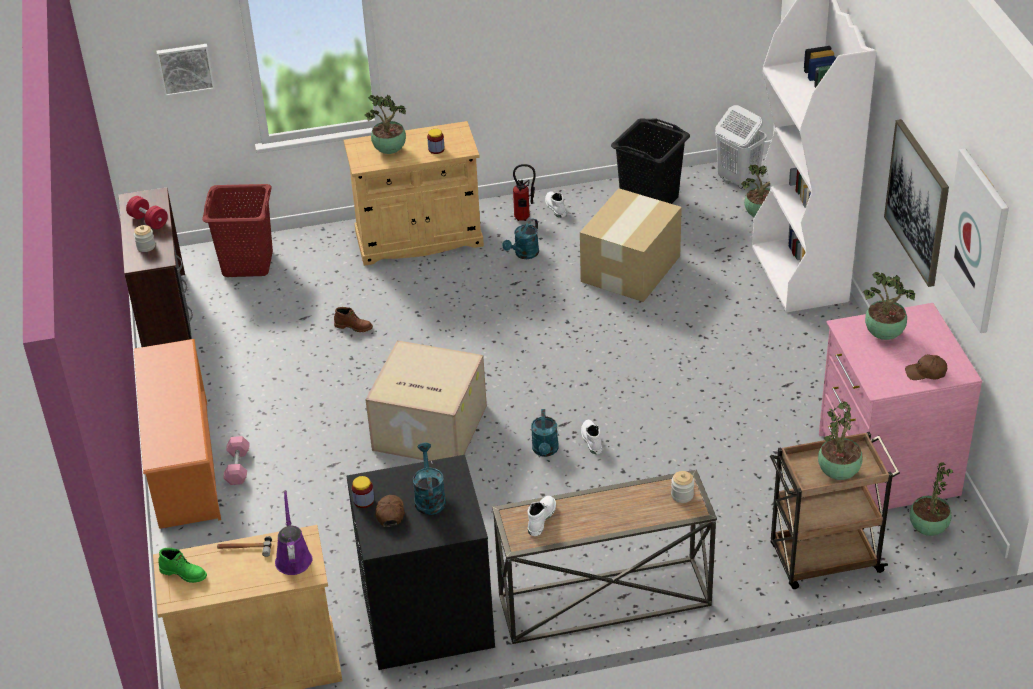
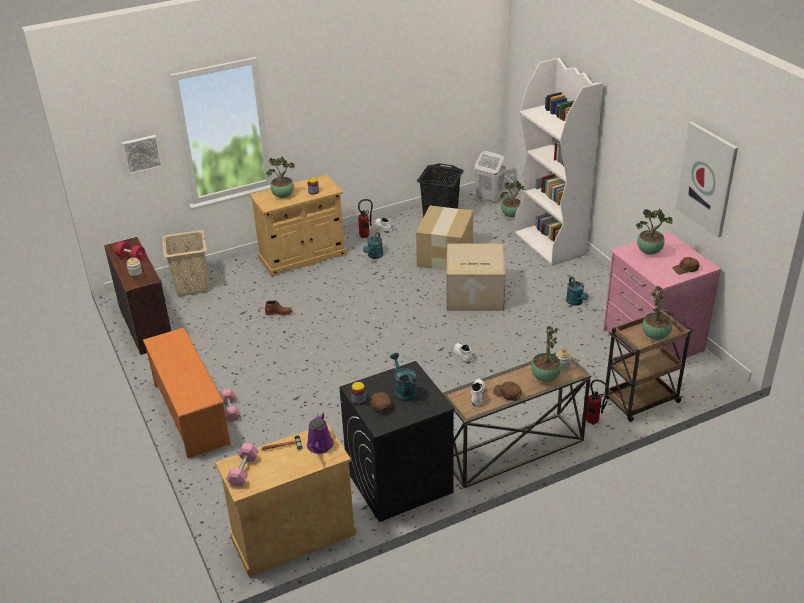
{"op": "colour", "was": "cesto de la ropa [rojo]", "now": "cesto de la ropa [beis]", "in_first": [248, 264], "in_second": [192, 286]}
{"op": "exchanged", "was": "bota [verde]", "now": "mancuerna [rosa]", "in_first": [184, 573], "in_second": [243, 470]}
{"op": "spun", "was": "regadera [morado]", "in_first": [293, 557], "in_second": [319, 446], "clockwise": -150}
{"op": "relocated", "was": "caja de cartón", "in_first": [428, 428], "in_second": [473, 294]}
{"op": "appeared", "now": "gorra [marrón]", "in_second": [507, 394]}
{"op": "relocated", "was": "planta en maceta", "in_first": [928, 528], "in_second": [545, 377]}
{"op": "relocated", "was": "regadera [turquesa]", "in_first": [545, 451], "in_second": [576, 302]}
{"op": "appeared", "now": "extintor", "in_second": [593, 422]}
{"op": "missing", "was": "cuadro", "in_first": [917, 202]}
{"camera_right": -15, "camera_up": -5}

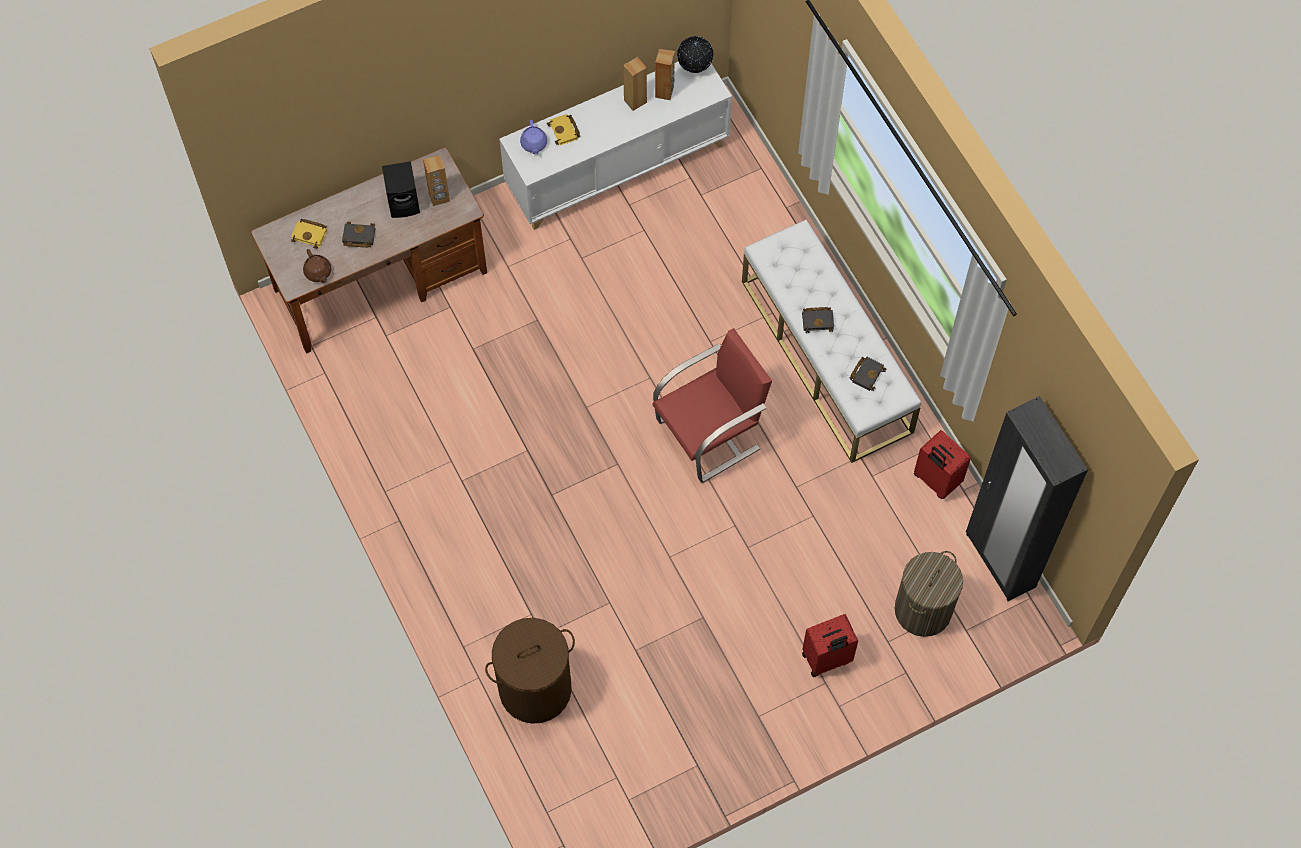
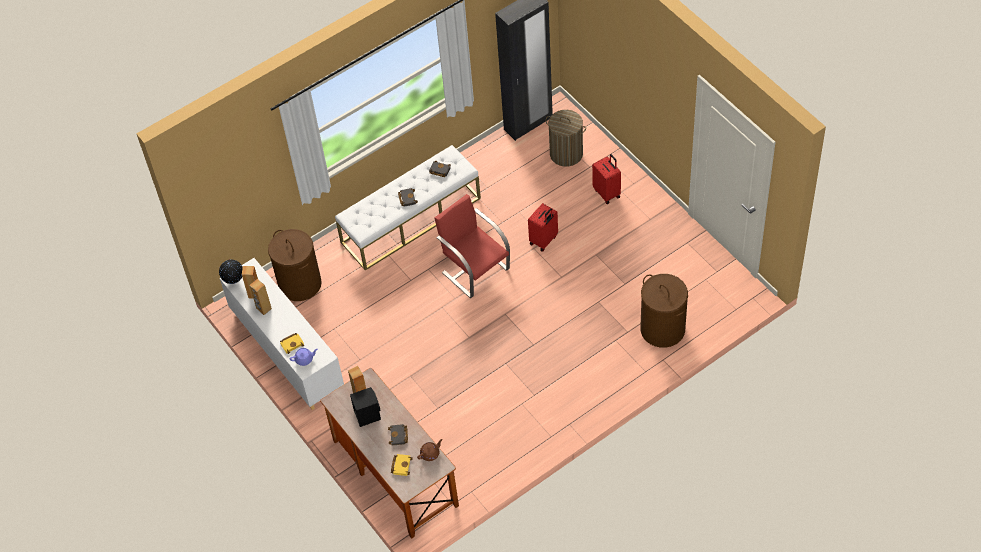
{"op": "appeared", "now": "cesto de la ropa [marrón]", "in_second": [299, 284]}
{"op": "relocated", "was": "maleta [rojo]", "in_first": [936, 480], "in_second": [544, 240]}
{"camera_right": -95, "camera_up": -10}

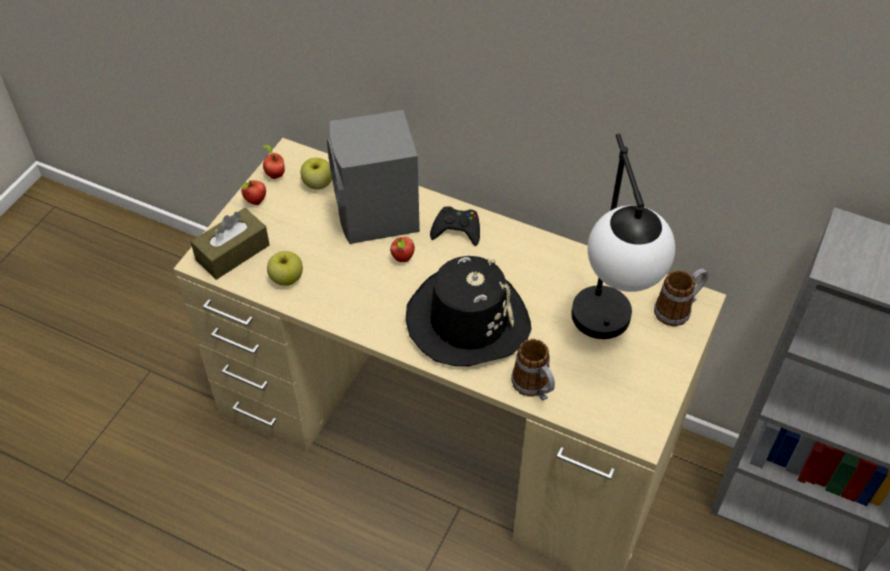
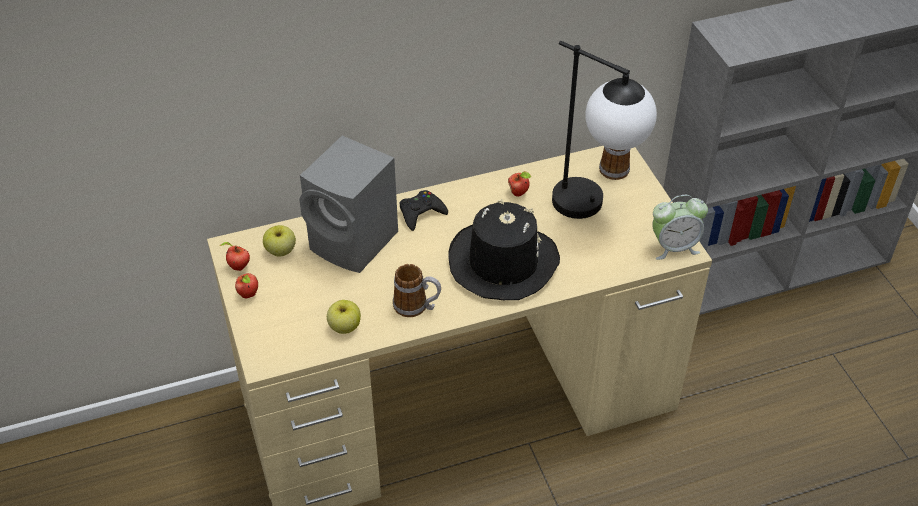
{"op": "relocated", "was": "taza grande", "in_first": [534, 387], "in_second": [417, 307]}
{"op": "relocated", "was": "manzana", "in_first": [403, 259], "in_second": [519, 193]}
{"op": "appeared", "now": "despertador", "in_second": [674, 247]}
{"op": "missing", "was": "caja de pañuelos [marrón]", "in_first": [232, 252]}
{"camera_right": -45, "camera_up": -5}

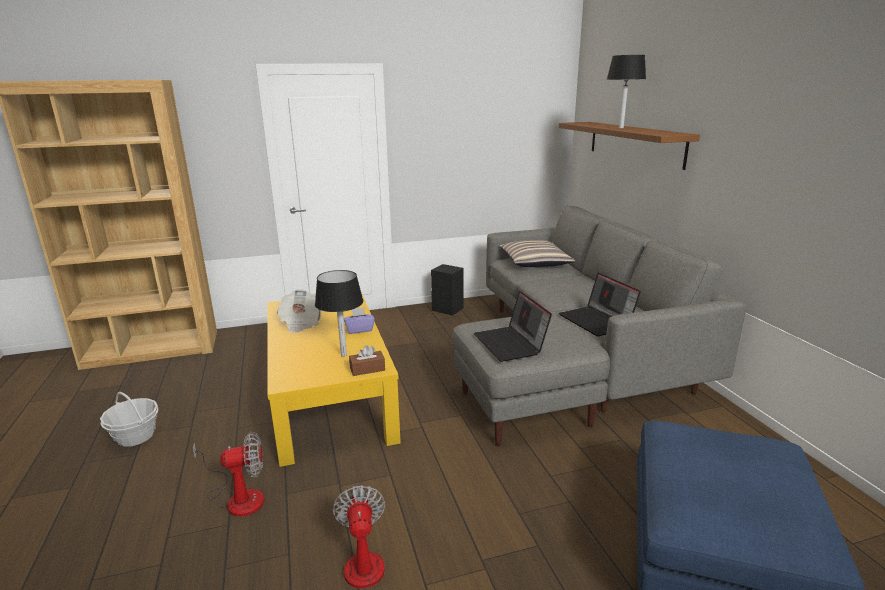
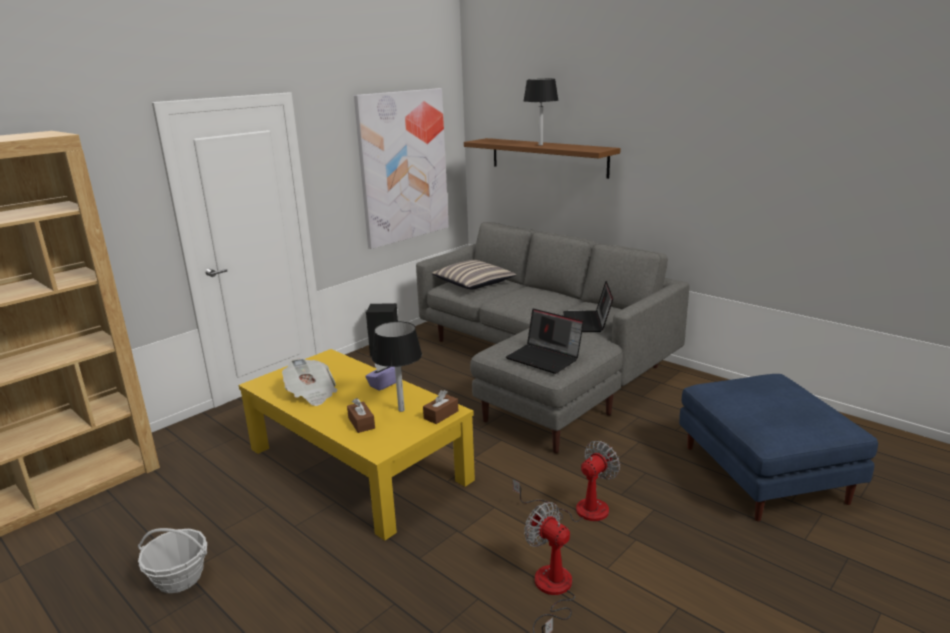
{"op": "appeared", "now": "caja de pañuelos [marrón]", "in_second": [361, 423]}
{"op": "appeared", "now": "cuadro", "in_second": [403, 167]}
{"op": "relocated", "was": "ventilador", "in_first": [238, 497], "in_second": [579, 509]}
{"op": "spun", "was": "portátil", "in_first": [597, 321], "in_second": [587, 322], "clockwise": 60}
{"camera_right": -30, "camera_up": 0}

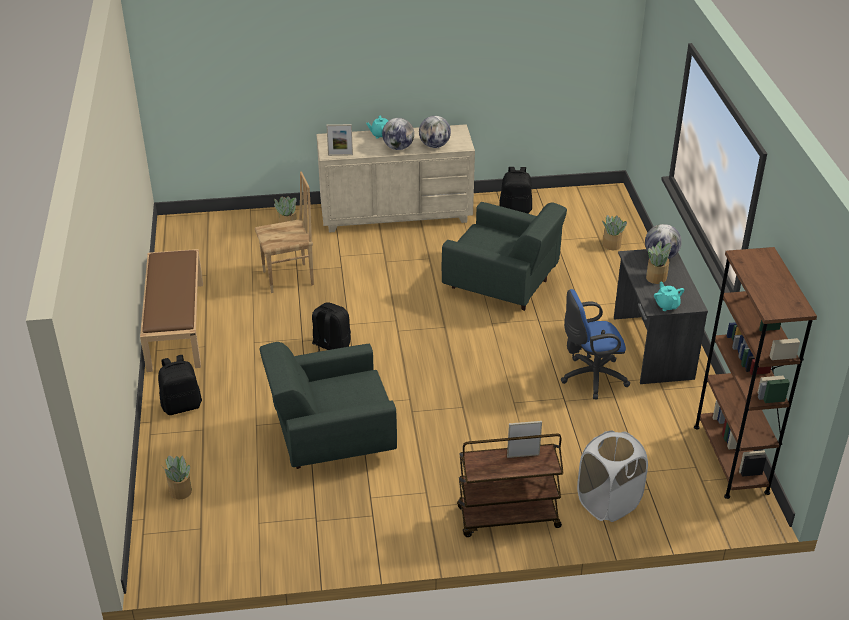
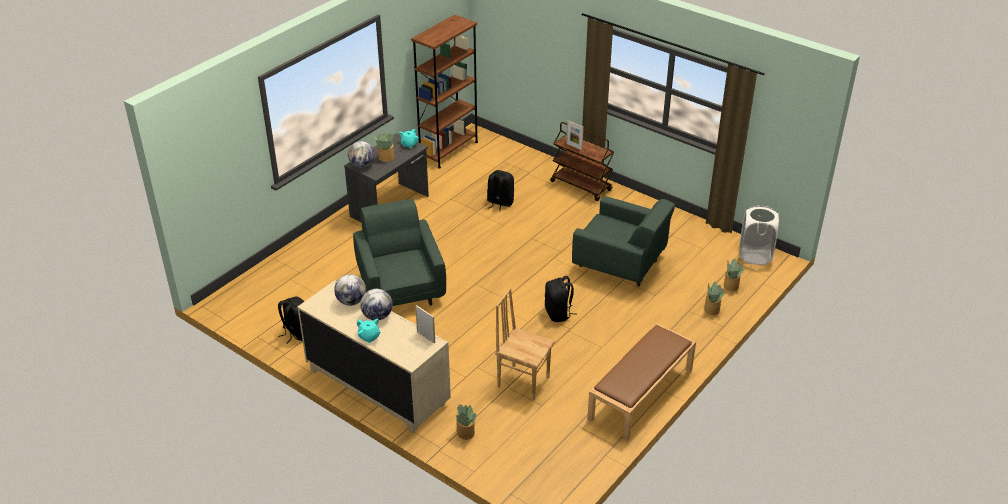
{"op": "relocated", "was": "mochila [negro]", "in_first": [182, 405], "in_second": [499, 202]}
{"op": "relocated", "was": "planta en maceta", "in_first": [611, 245], "in_second": [712, 309]}
{"op": "relocated", "was": "cesto de la ropa [blanco]", "in_first": [608, 503], "in_second": [755, 255]}
{"op": "missing", "was": "silla de oficina [azul]", "in_first": [590, 378]}
{"camera_right": -135, "camera_up": 0}

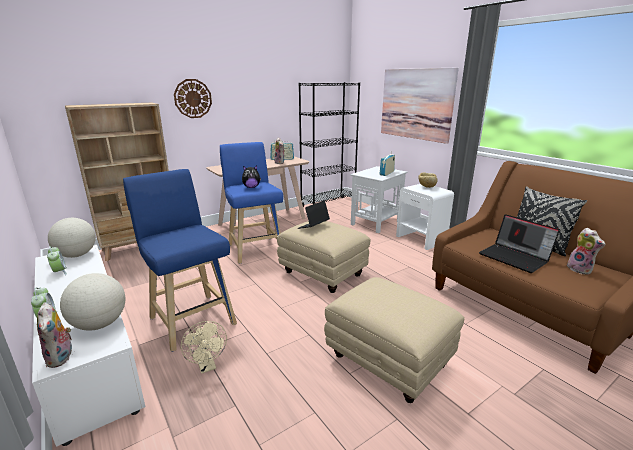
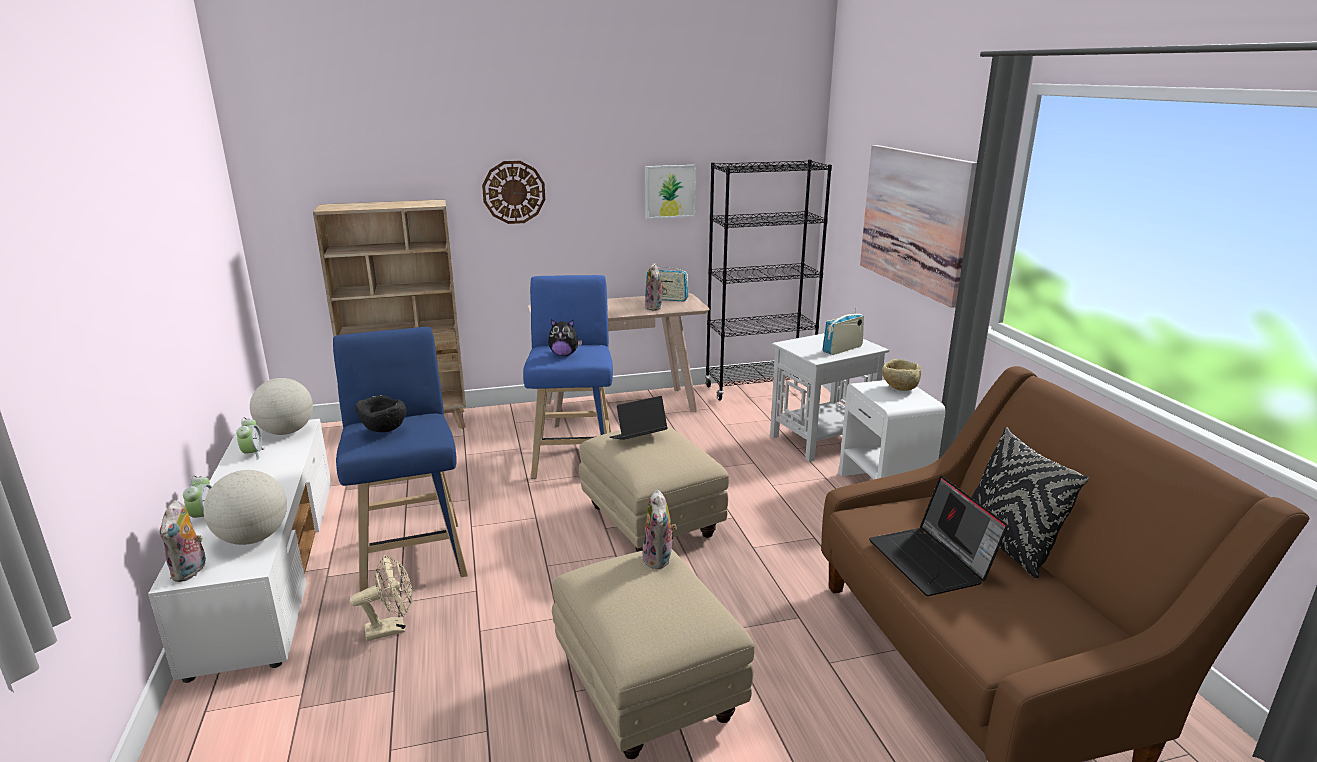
{"op": "spun", "was": "ventilador [beis]", "in_first": [207, 366], "in_second": [392, 628], "clockwise": -105}
{"op": "appeared", "now": "cuenco [negro]", "in_second": [383, 431]}
{"op": "relocated", "was": "peluche", "in_first": [580, 269], "in_second": [659, 560]}
{"op": "appeared", "now": "cuadro", "in_second": [670, 191]}
{"camera_right": 20, "camera_up": 0}

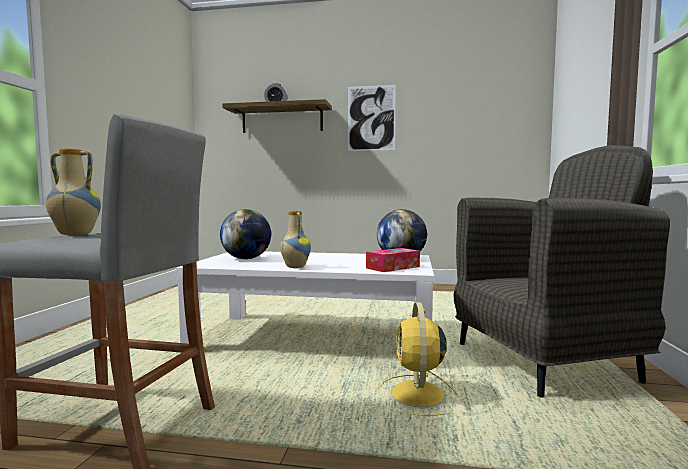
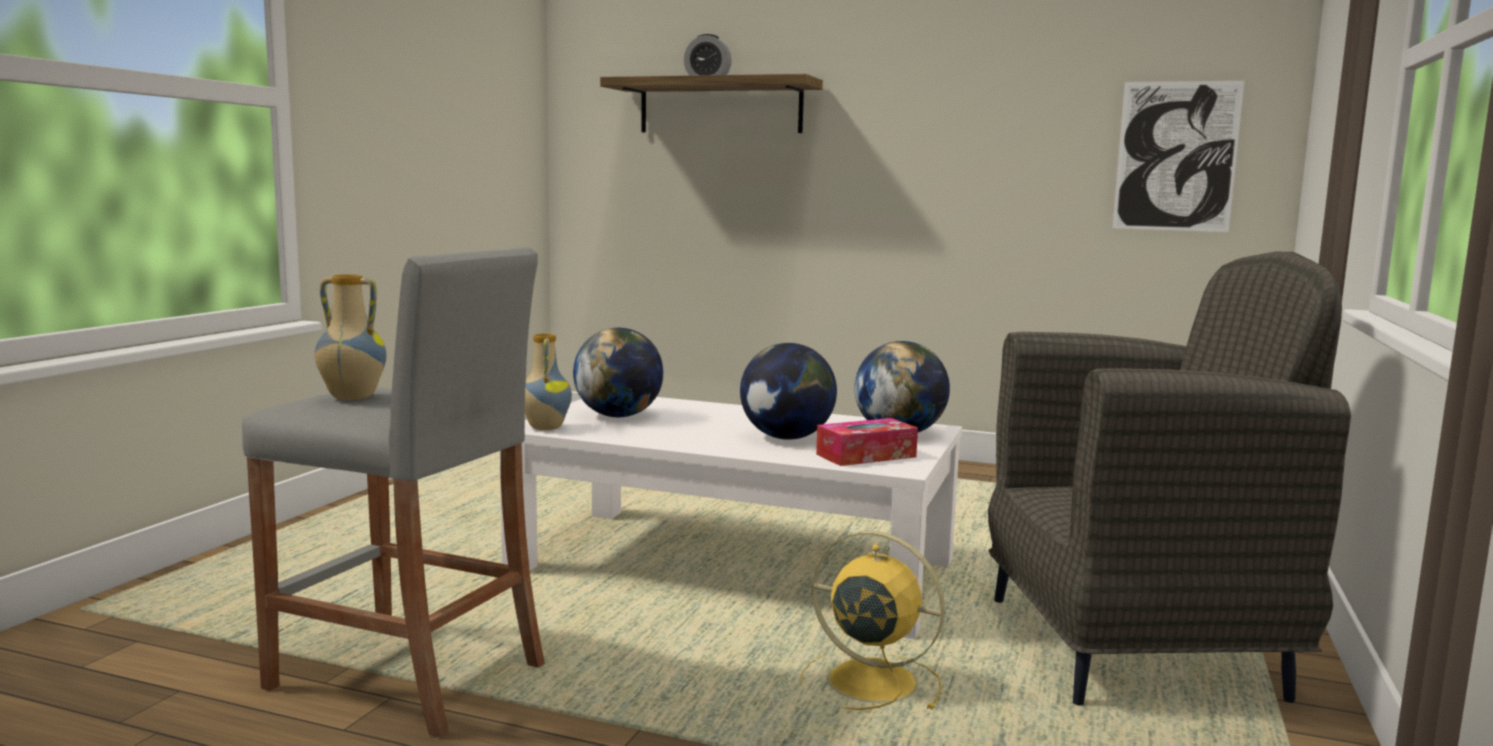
{"op": "relocated", "was": "florero", "in_first": [294, 267], "in_second": [544, 428]}
{"op": "appeared", "now": "globo terráqueo", "in_second": [787, 438]}
{"op": "spun", "was": "ventilador [amarillo]", "in_first": [418, 396], "in_second": [867, 681], "clockwise": 105}
{"op": "relocated", "was": "cuadro", "in_first": [371, 118], "in_second": [1176, 156]}
{"camera_right": 10, "camera_up": 5}

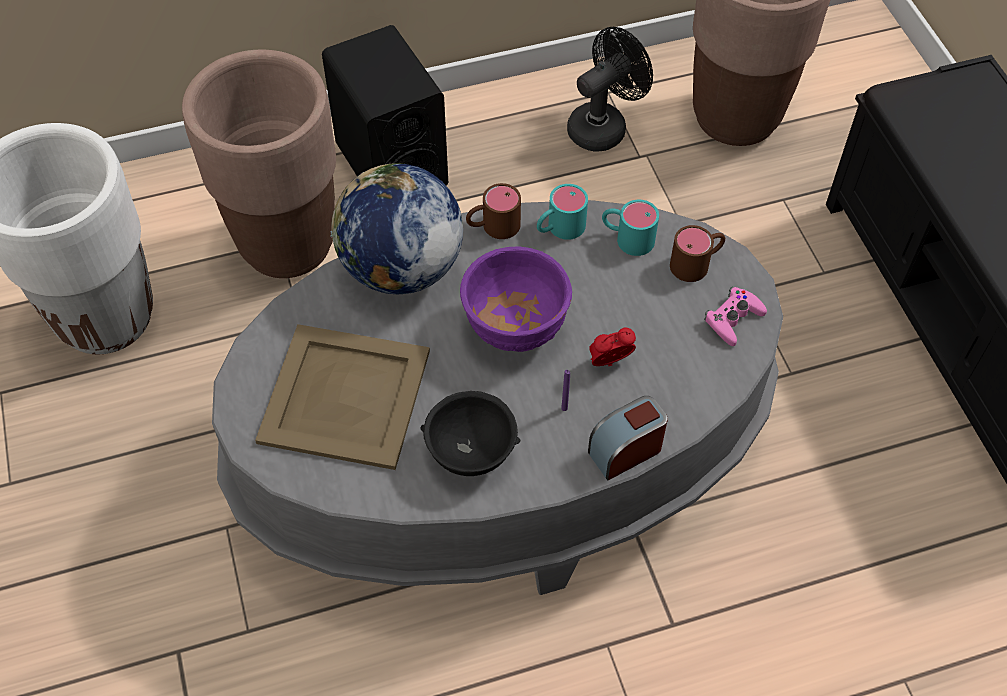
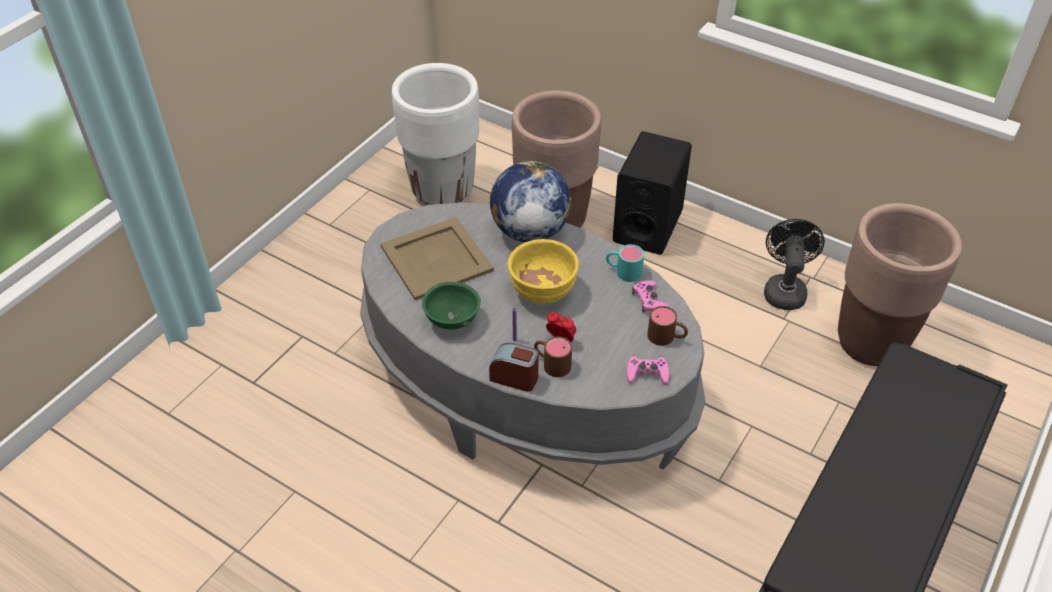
{"op": "colour", "was": "cuenco [negro]", "now": "cuenco [verde]", "in_first": [470, 451], "in_second": [453, 320]}
{"op": "colour", "was": "cuenco [morado]", "now": "cuenco [amarillo]", "in_first": [515, 326], "in_second": [543, 291]}
{"op": "relocated", "was": "taza grande [marrón]", "in_first": [493, 226], "in_second": [551, 363]}
{"op": "exchanged", "was": "taza grande [turquesa]", "now": "mando de consola [rosa]", "in_first": [627, 238], "in_second": [649, 300]}
{"op": "spun", "was": "ventilador [negro]", "in_first": [603, 126], "in_second": [784, 290], "clockwise": -90}
{"camera_right": 50, "camera_up": -10}

